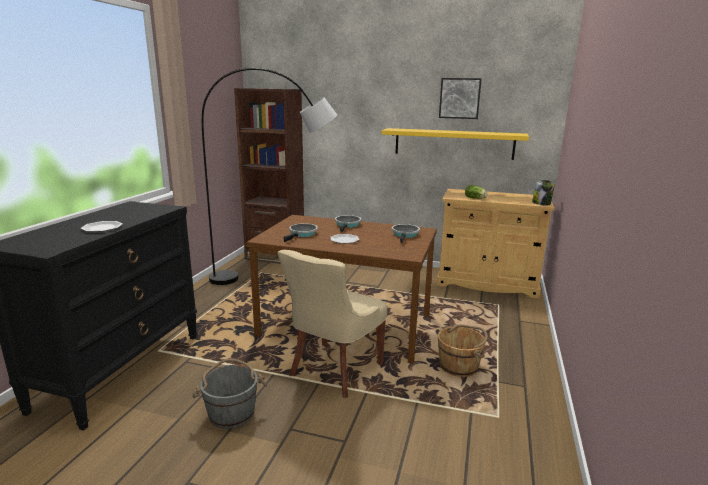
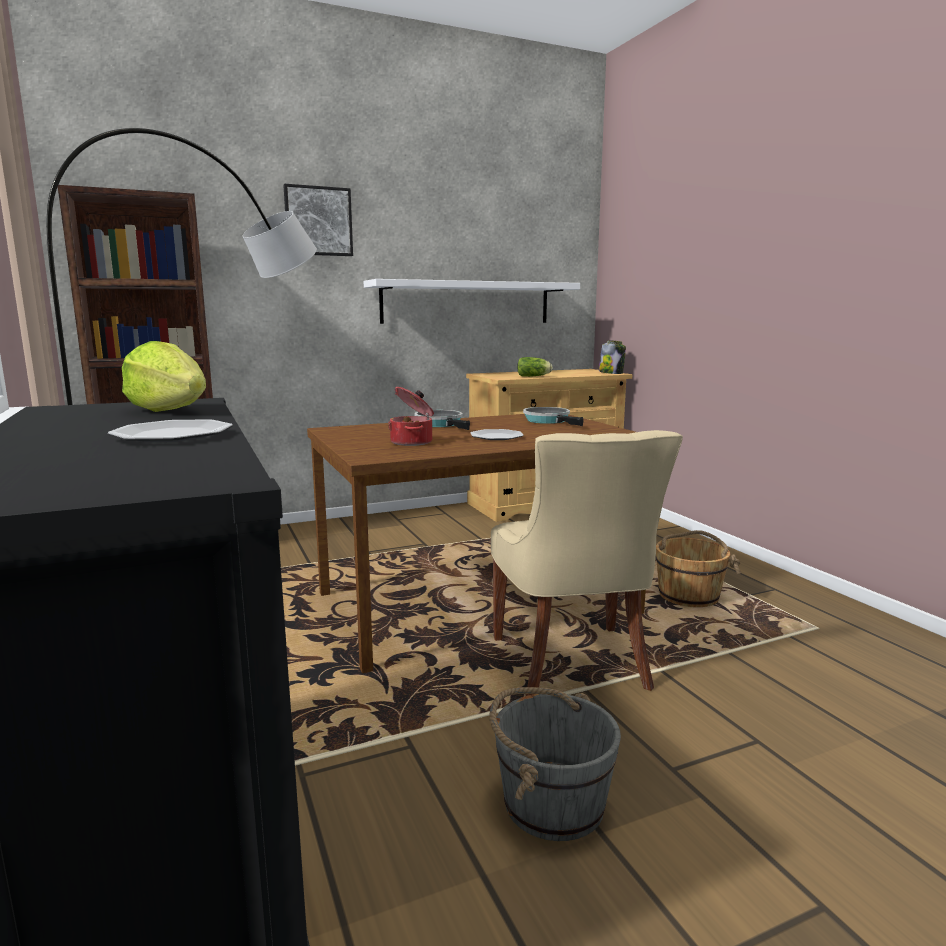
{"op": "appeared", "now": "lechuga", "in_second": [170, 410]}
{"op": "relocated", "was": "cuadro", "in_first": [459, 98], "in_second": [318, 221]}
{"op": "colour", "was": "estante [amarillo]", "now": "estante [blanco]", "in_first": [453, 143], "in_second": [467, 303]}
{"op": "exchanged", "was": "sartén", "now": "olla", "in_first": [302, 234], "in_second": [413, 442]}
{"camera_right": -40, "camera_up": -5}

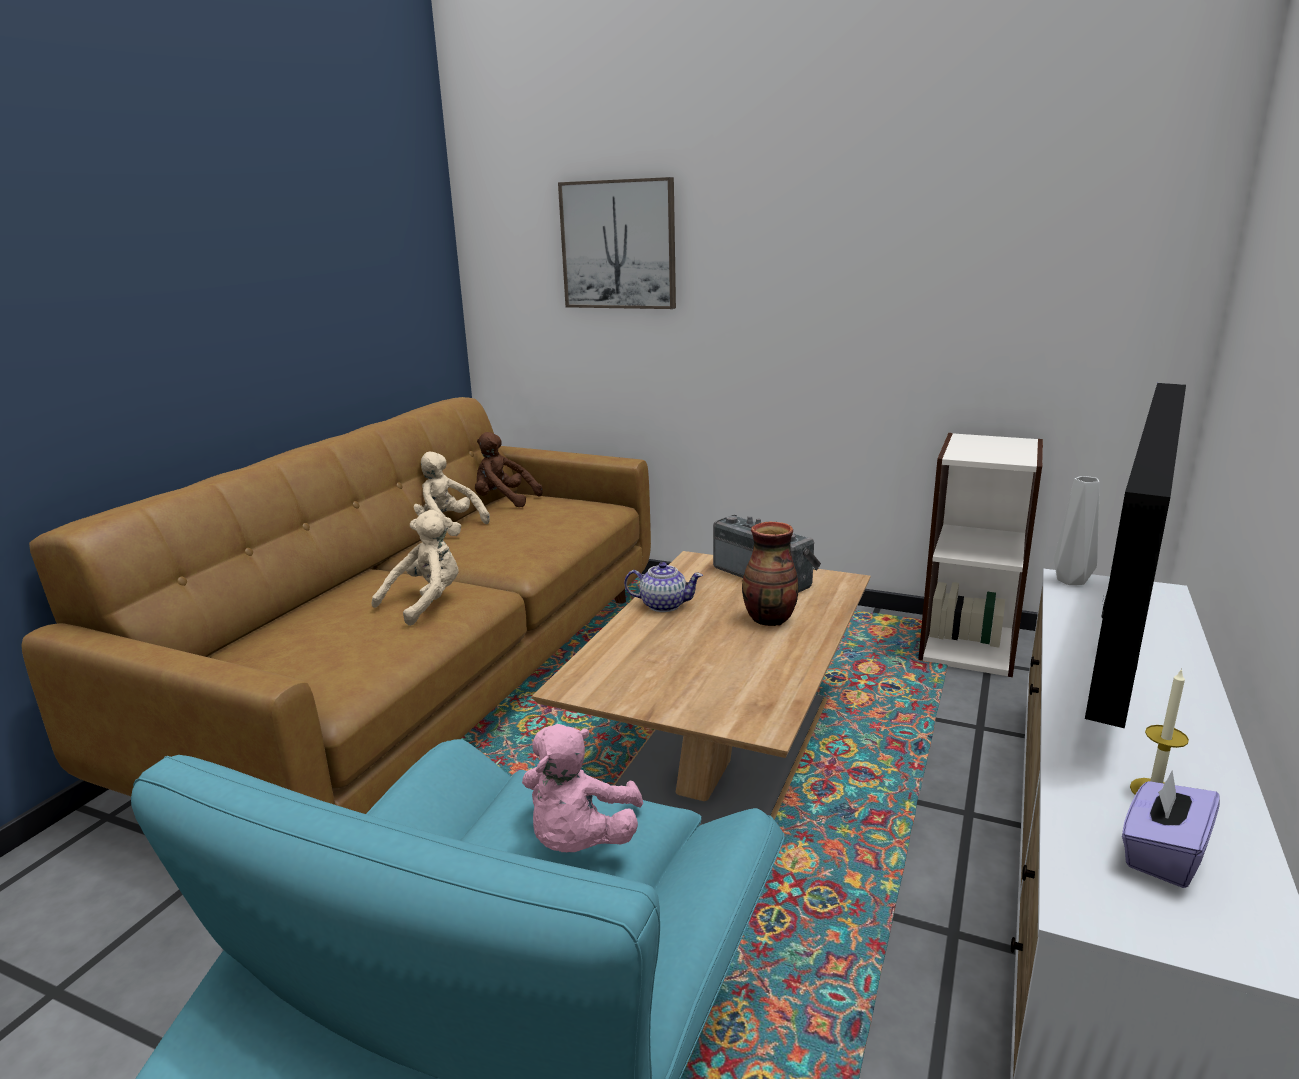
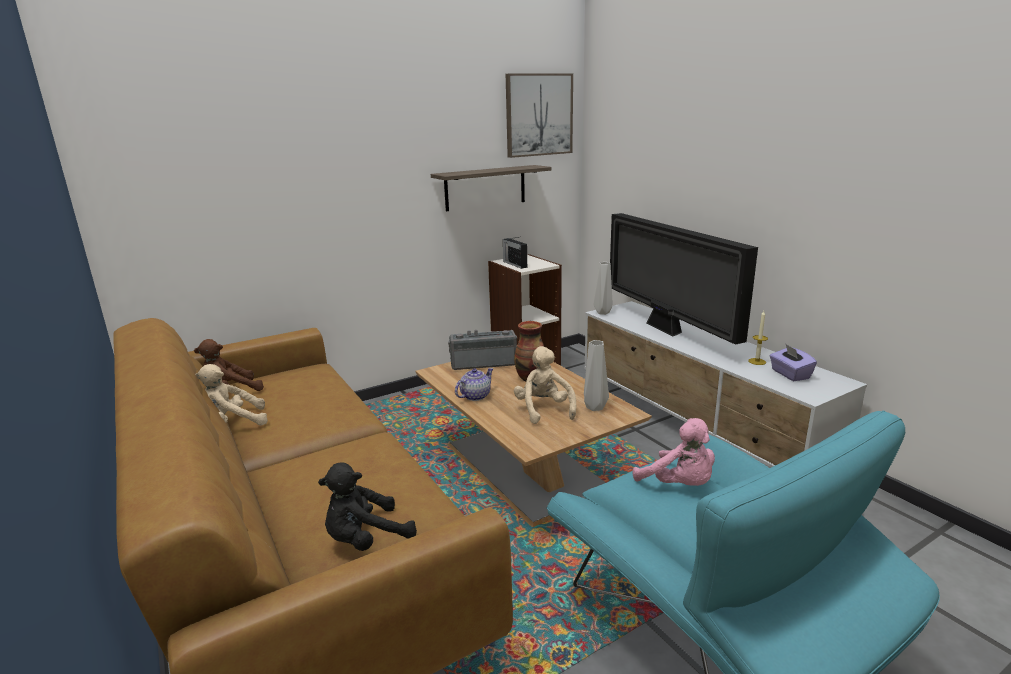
{"op": "appeared", "now": "peluche [negro]", "in_second": [366, 539]}
{"op": "appeared", "now": "estante", "in_second": [485, 188]}
{"op": "appeared", "now": "radio", "in_second": [514, 264]}
{"op": "relocated", "was": "cuadro", "in_first": [619, 245], "in_second": [538, 115]}
{"op": "relocated", "was": "peluche [beis]", "in_first": [426, 603], "in_second": [544, 410]}
{"op": "appeared", "now": "florero [gris]", "in_second": [595, 407]}
{"camera_right": -55, "camera_up": 0}

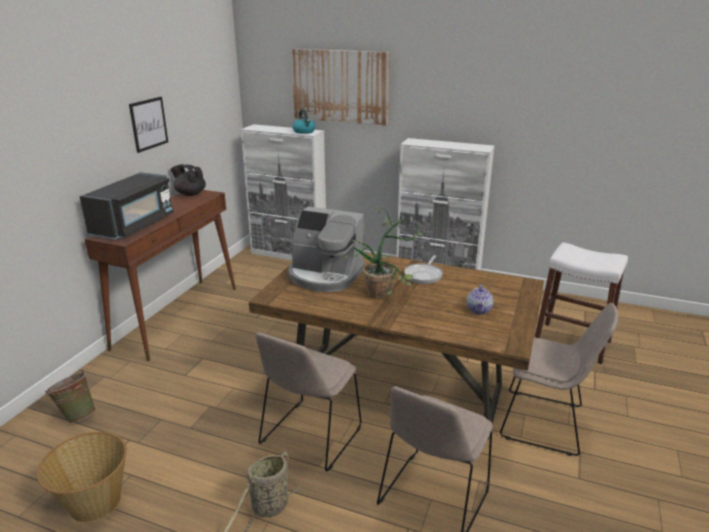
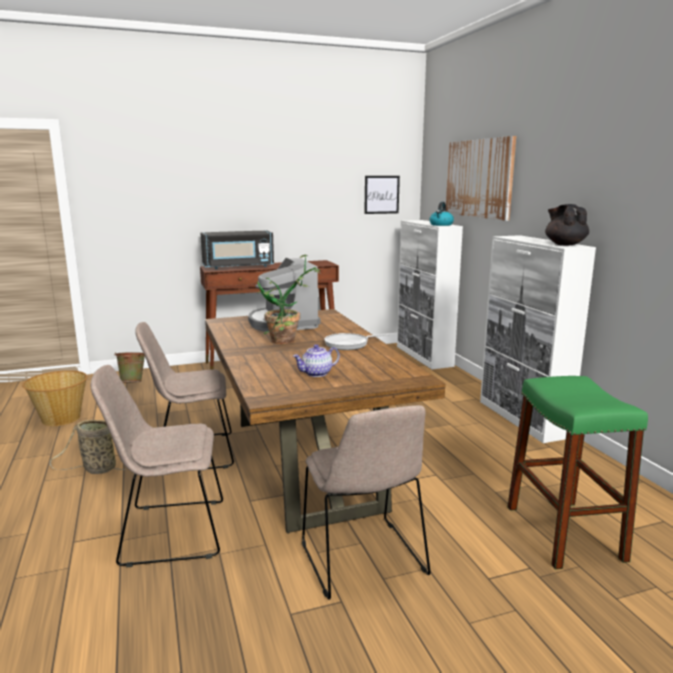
{"op": "relocated", "was": "cuadro", "in_first": [149, 124], "in_second": [381, 194]}
{"op": "colour", "was": "taburete [blanco]", "now": "taburete [verde]", "in_first": [572, 342], "in_second": [564, 533]}
{"op": "relocated", "was": "tetera [negro]", "in_first": [190, 194], "in_second": [564, 244]}
{"camera_right": 50, "camera_up": -10}

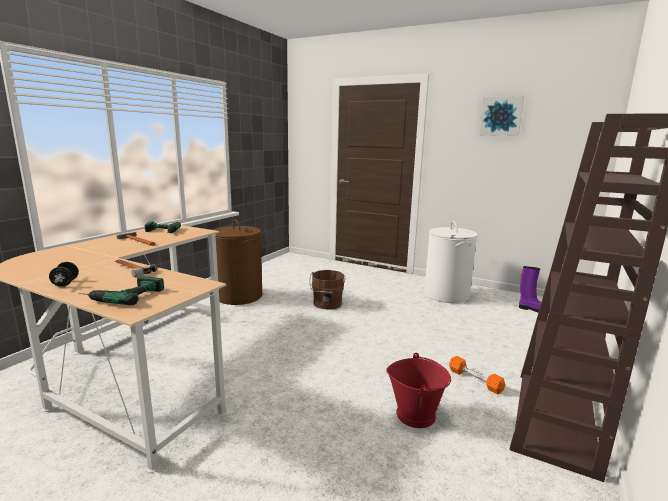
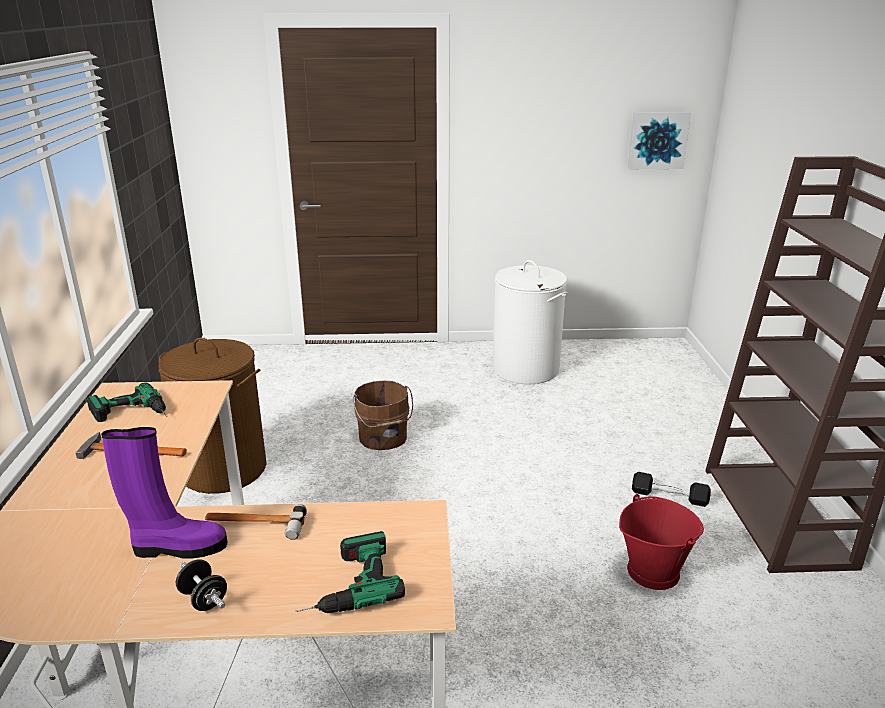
{"op": "relocated", "was": "bota [morado]", "in_first": [533, 309], "in_second": [177, 548]}
{"op": "relocated", "was": "cuadro", "in_first": [501, 116], "in_second": [657, 140]}
{"op": "colour", "was": "mancuerna [naranja]", "now": "mancuerna [negro]", "in_first": [475, 380], "in_second": [669, 496]}
{"camera_right": -30, "camera_up": 10}

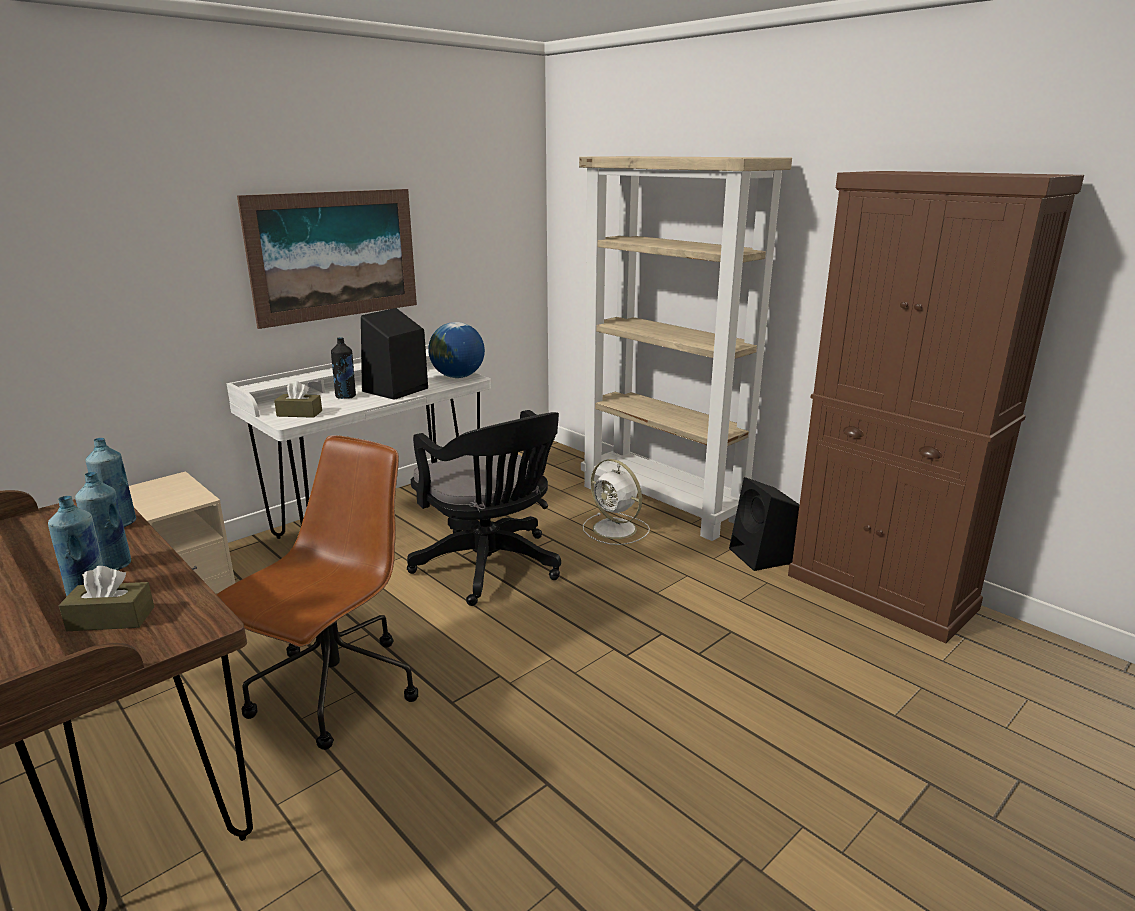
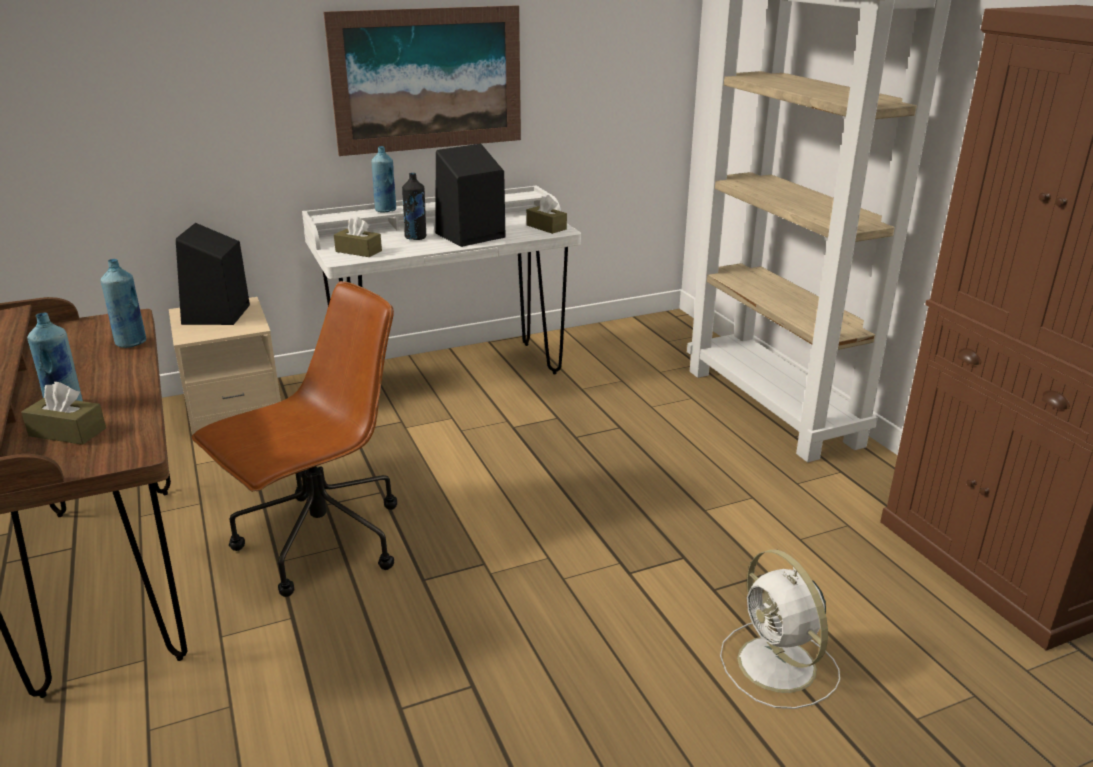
{"op": "relocated", "was": "altavoz [negro]", "in_first": [762, 556], "in_second": [216, 315]}
{"op": "relocated", "was": "botella [azul]", "in_first": [113, 566], "in_second": [386, 210]}
{"op": "exchanged", "was": "globo terráqueo", "now": "caja de pañuelos [marrón]", "in_first": [457, 377], "in_second": [546, 227]}
{"op": "relocated", "was": "ventilador [blanco]", "in_first": [616, 529], "in_second": [779, 666]}
{"op": "missing", "was": "silla de oficina [negro]", "in_first": [491, 568]}
{"camera_right": 20, "camera_up": 5}

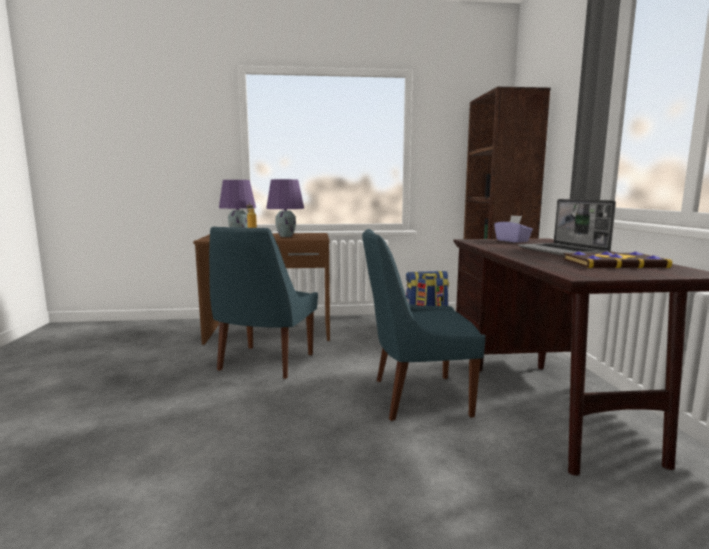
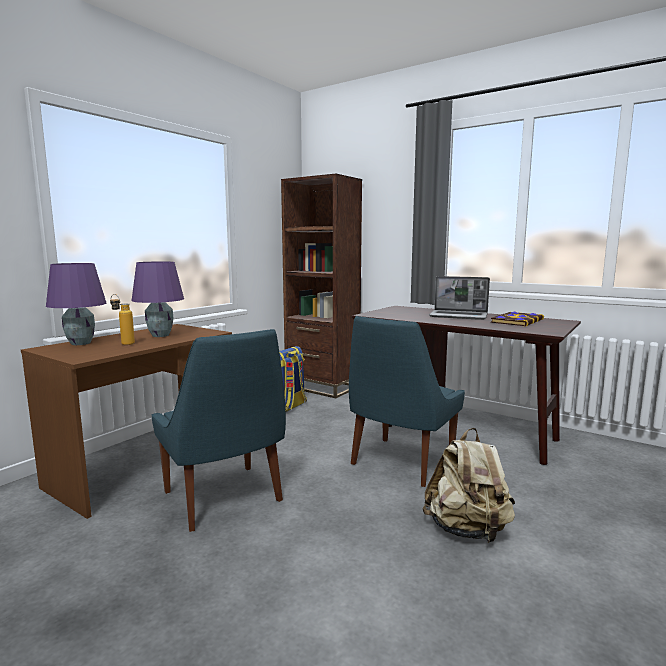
{"op": "appeared", "now": "mochila [beis]", "in_second": [467, 530]}
{"op": "missing", "was": "caja de pañuelos [morado]", "in_first": [512, 241]}
{"camera_right": -50, "camera_up": 0}

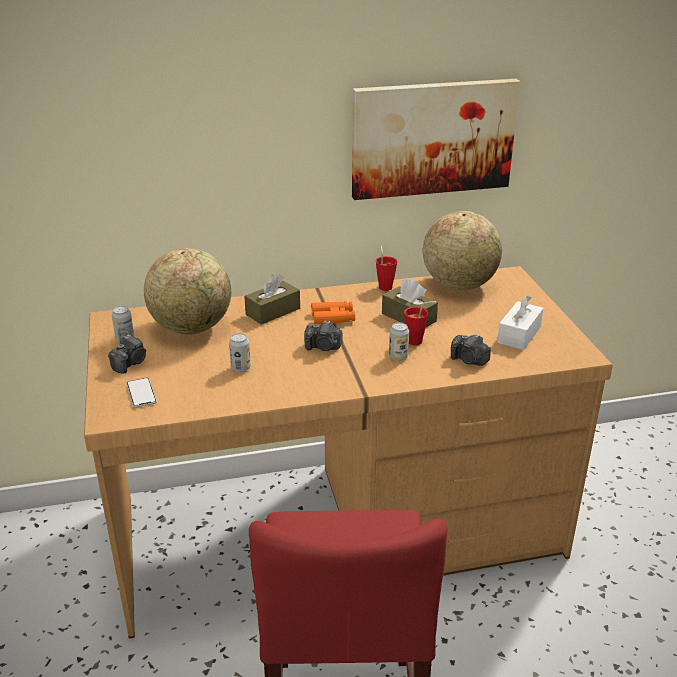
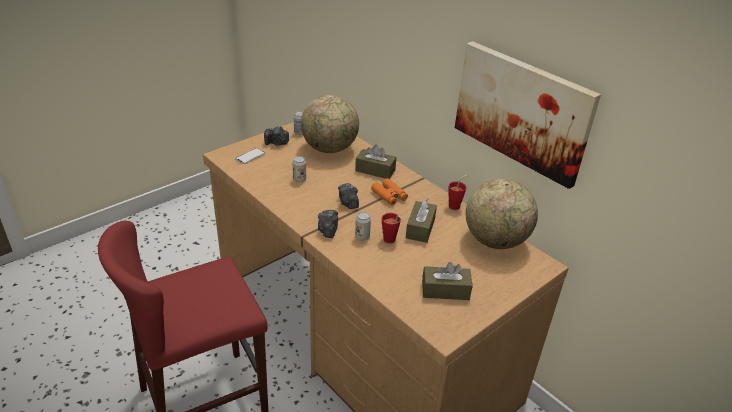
{"op": "relocated", "was": "cámara", "in_first": [469, 360], "in_second": [328, 230]}
{"op": "colour", "was": "caja de pañuelos [blanco]", "now": "caja de pañuelos [marrón]", "in_first": [519, 335], "in_second": [445, 290]}
{"camera_right": 60, "camera_up": 5}

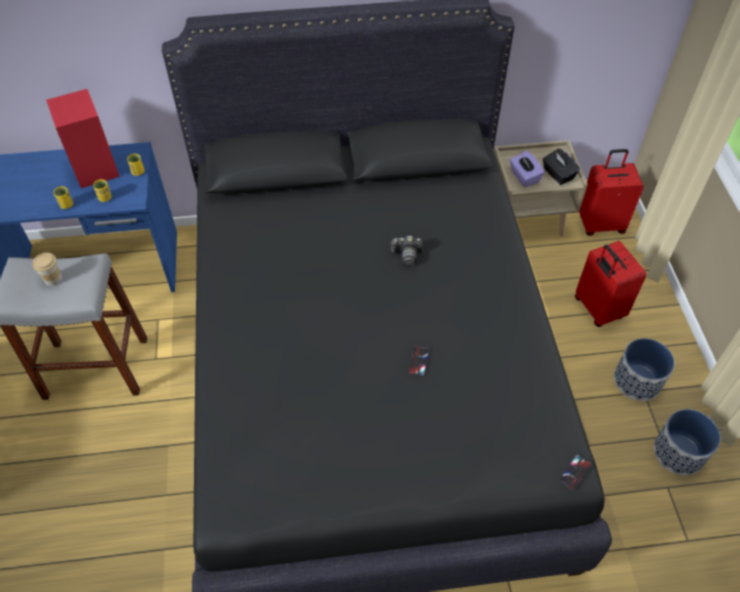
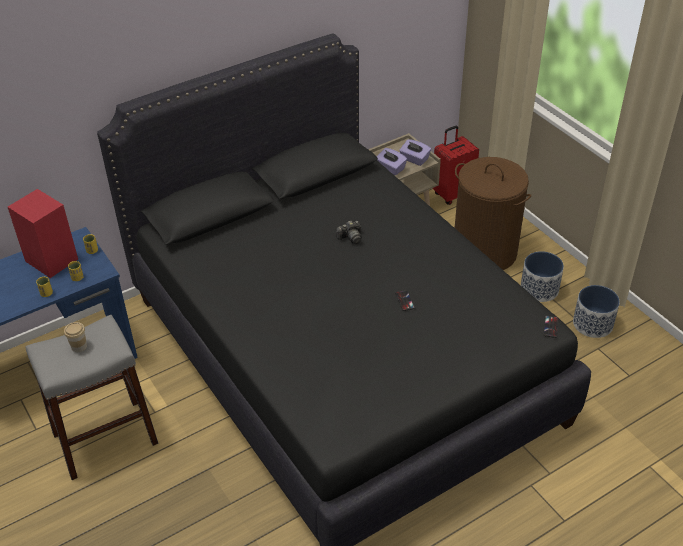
{"op": "colour", "was": "caja de pañuelos [negro]", "now": "caja de pañuelos [morado]", "in_first": [557, 174], "in_second": [414, 159]}
{"op": "exchanged", "was": "maleta [rojo]", "now": "cesto de la ropa [marrón]", "in_first": [597, 309], "in_second": [484, 252]}
{"camera_right": -25, "camera_up": -10}

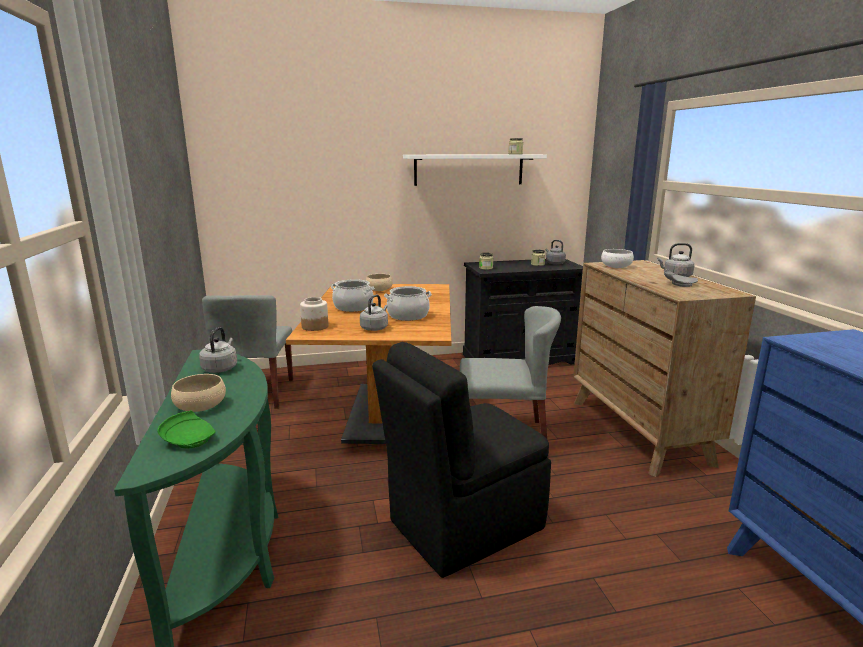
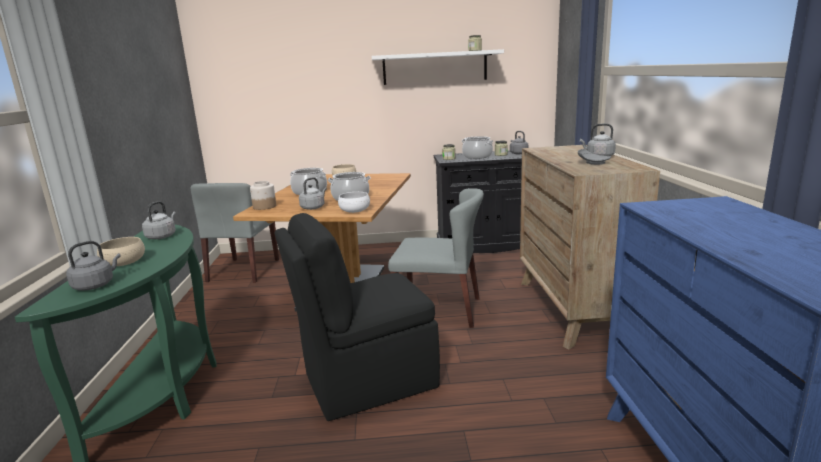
{"op": "exchanged", "was": "plato [verde]", "now": "hervidor [gris]", "in_first": [190, 440], "in_second": [96, 285]}
{"op": "relocated", "was": "cuenco [blanco]", "in_first": [616, 266], "in_second": [355, 210]}
{"op": "appeared", "now": "olla", "in_second": [477, 156]}
{"camera_right": 10, "camera_up": 0}

